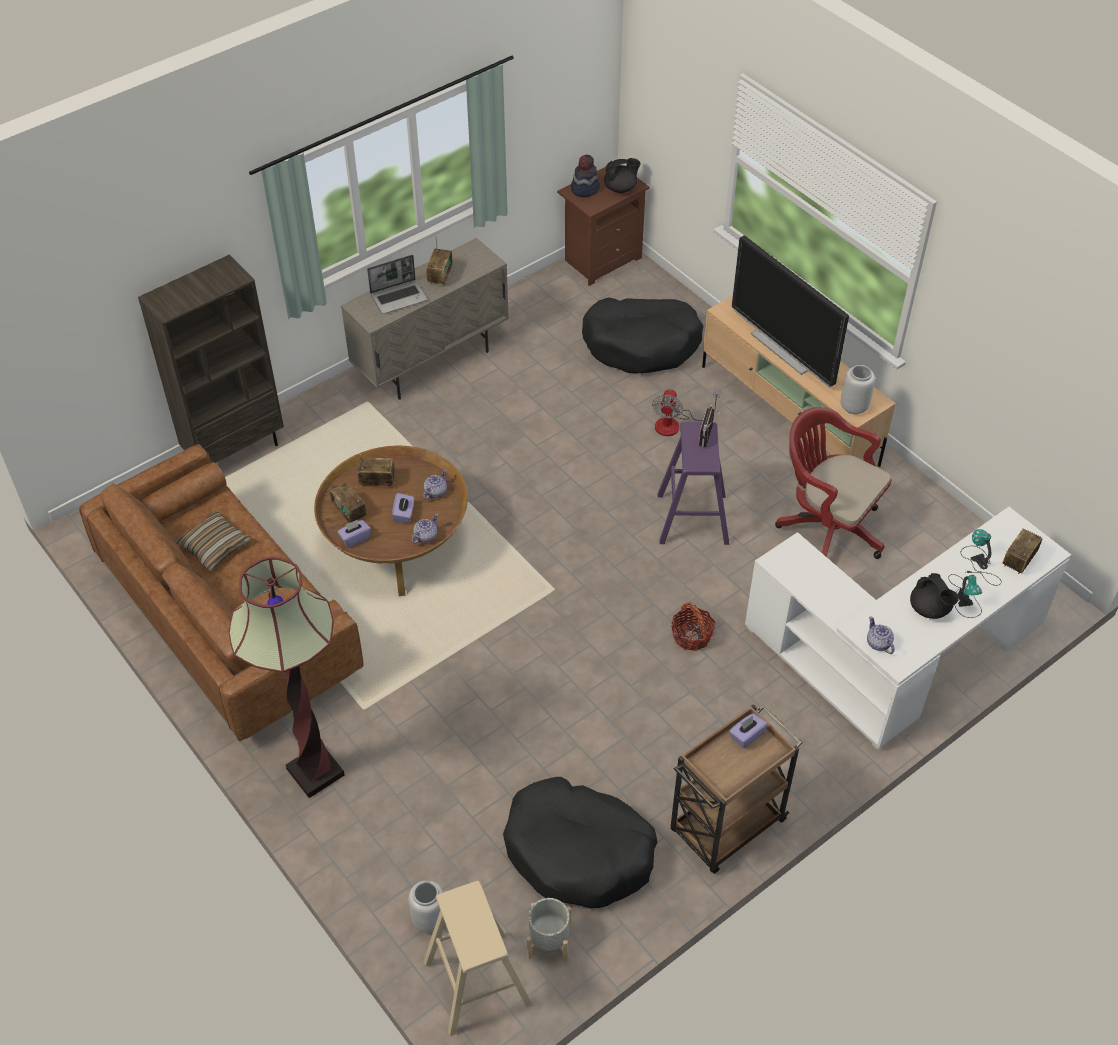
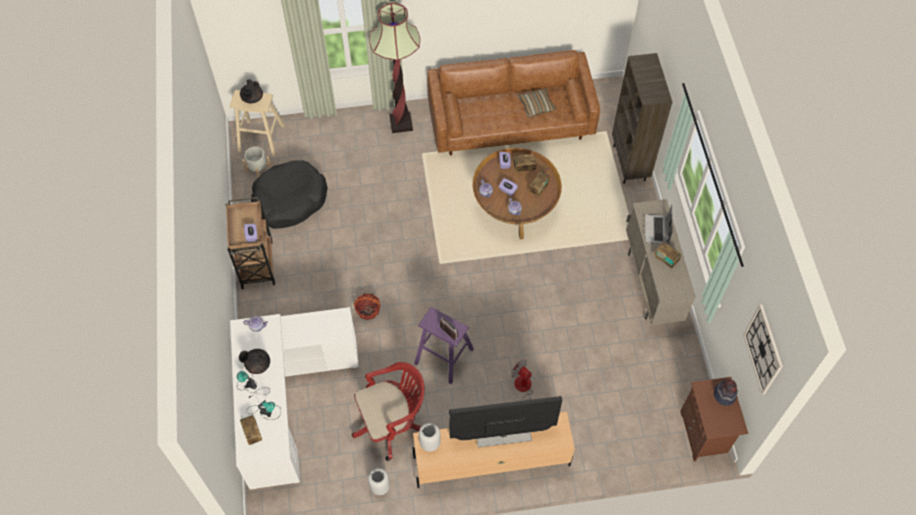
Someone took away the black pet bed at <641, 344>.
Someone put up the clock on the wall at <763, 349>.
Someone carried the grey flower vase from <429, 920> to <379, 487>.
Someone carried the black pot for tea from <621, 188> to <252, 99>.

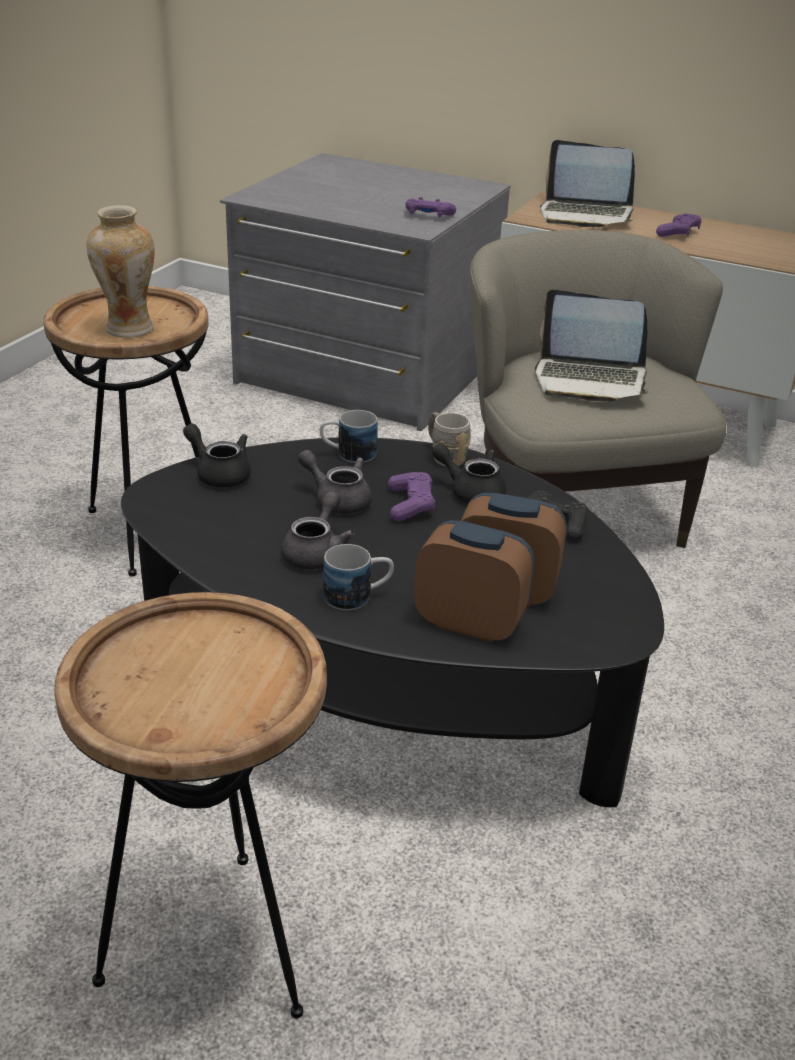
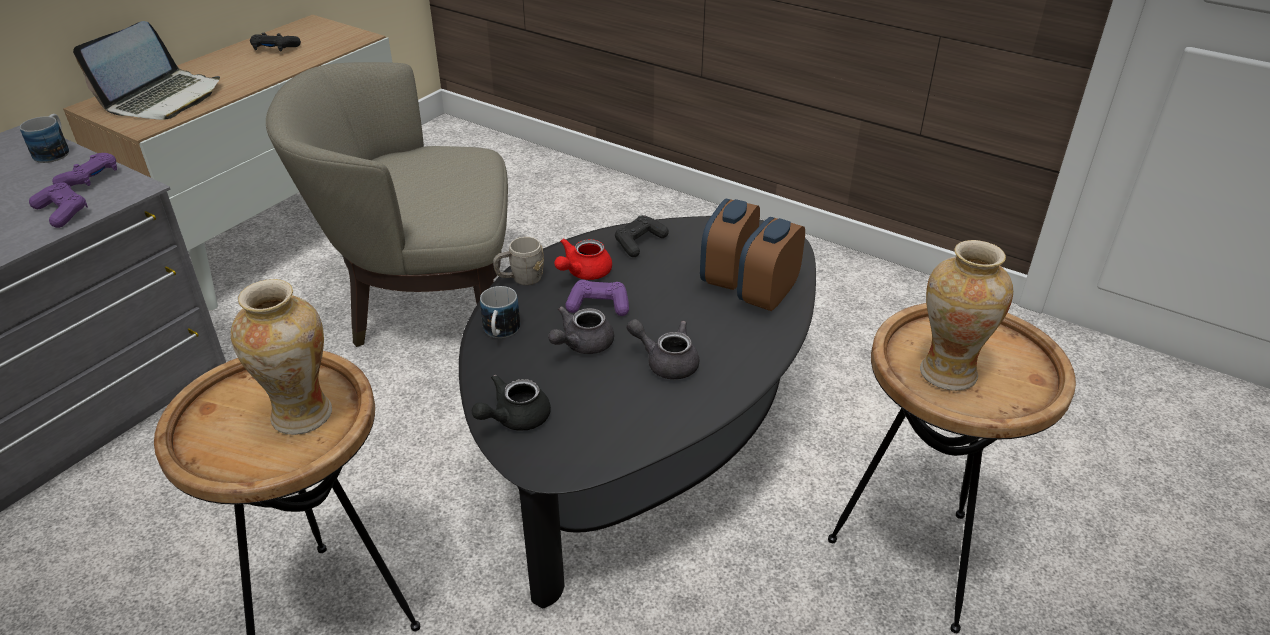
Someone took away the notebook computer at <590, 380>.
Someone put down the black gamepad at <275, 49>.
Someone put down the flower vase at <947, 372>.
Someone carried the tea mug from <358, 596> to <55, 151>.
Someone carried the purple gamepad from <678, 233> to <62, 212>.
Someone repainted the black pot for tea at <471, 491>, which became the red pot for tea at <583, 273>.

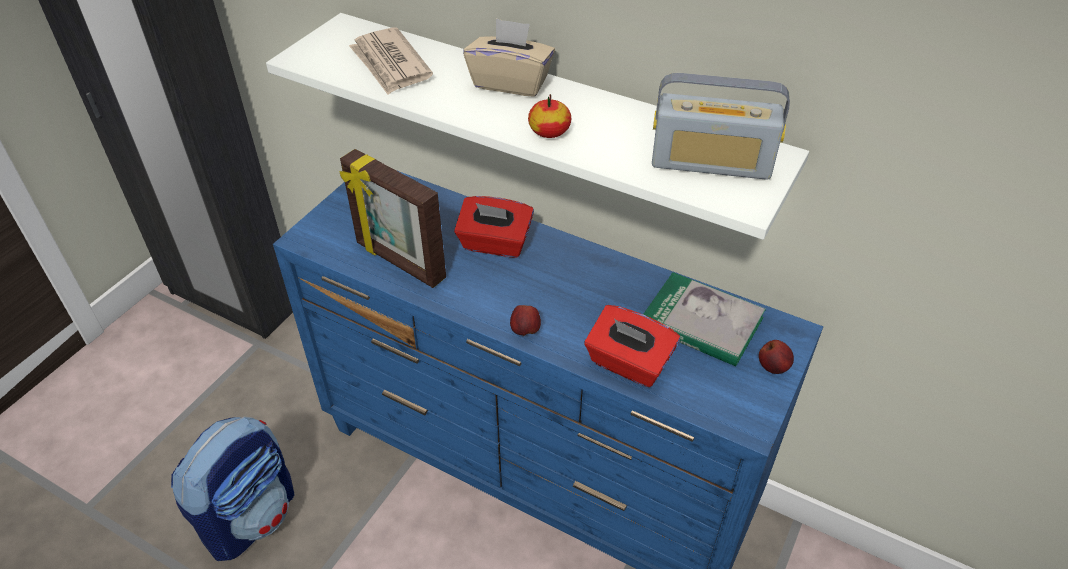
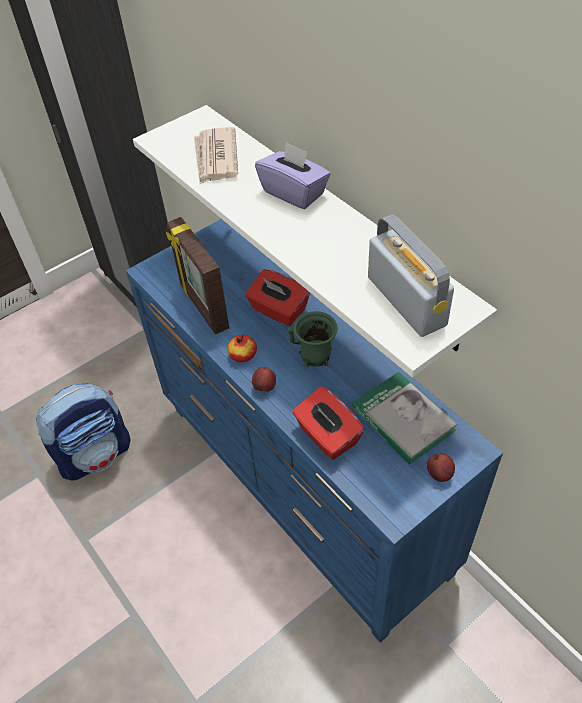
Someone put down the green-coloured tea mug at <315, 356>.
Someone carried the whole apple from <549, 132> to <243, 355>.
Someone repainted the beige tissue box at <511, 82>, which became the purple tissue box at <294, 192>.
Someone rotated the radio at <711, 163> by 150 degrees counterclockwise.

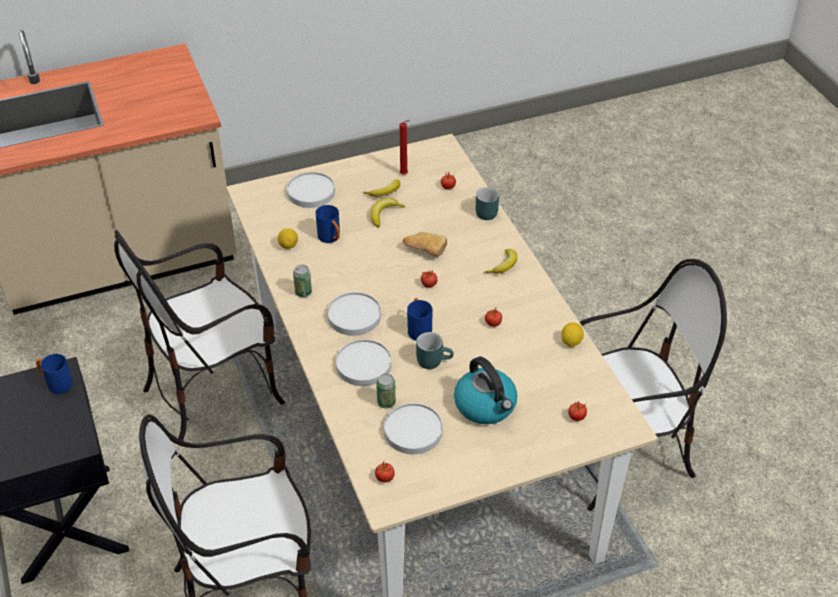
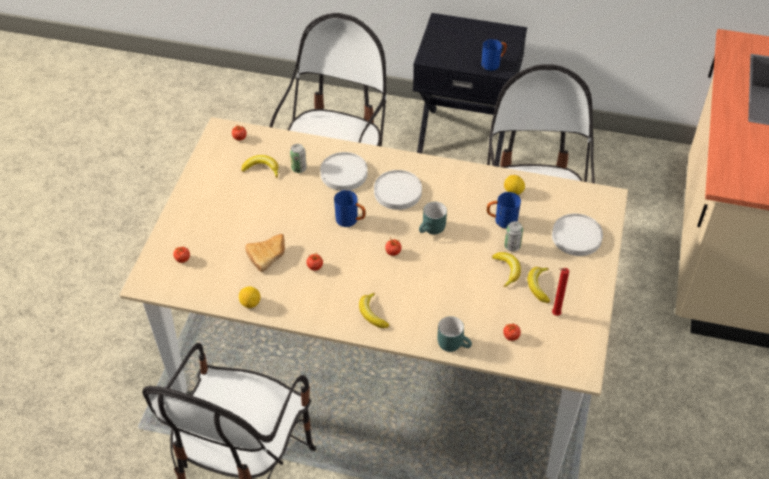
Someone took away the water kettle at <486, 406>.
Someone carried the sealed can from <303, 292> to <512, 246>.
Someone carried the bread from <424, 249> to <269, 255>.
Someone carried the turquoise-coloured tea mug from <433, 360> to <432, 230>.
Someone swapped the white-coloured plate at <412, 431> for the whole banana at <262, 169>.

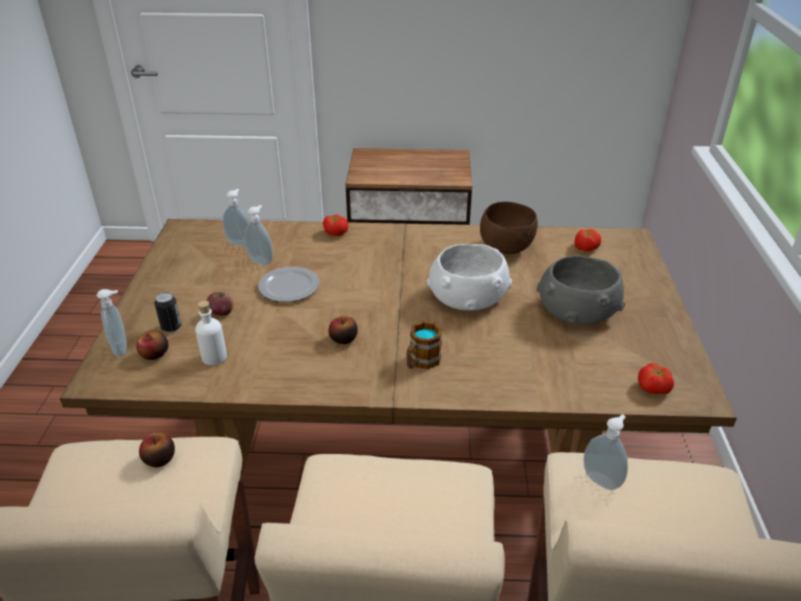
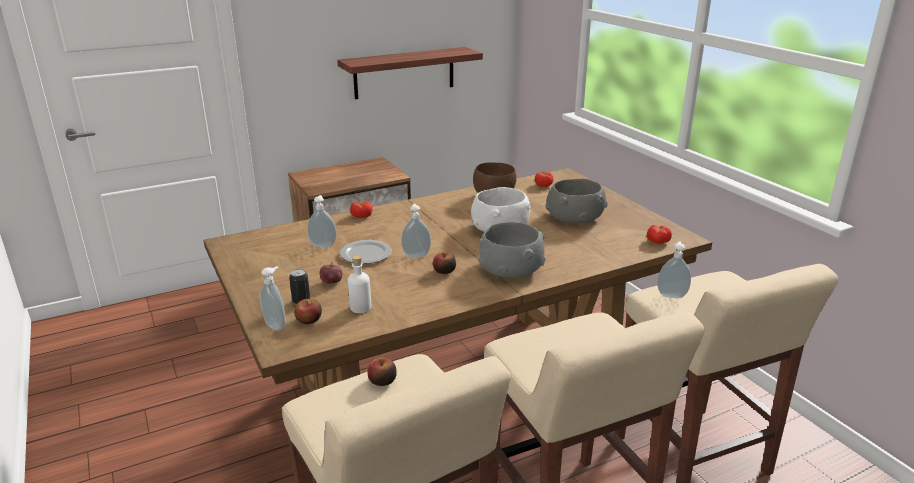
Someone put up the bracket shelf at <404, 73>.
Someone carried the soap dispenser from <240, 243> to <416, 255>.
Someone swapped the tea mug at <421, 362> for the grey bowl at <511, 268>.

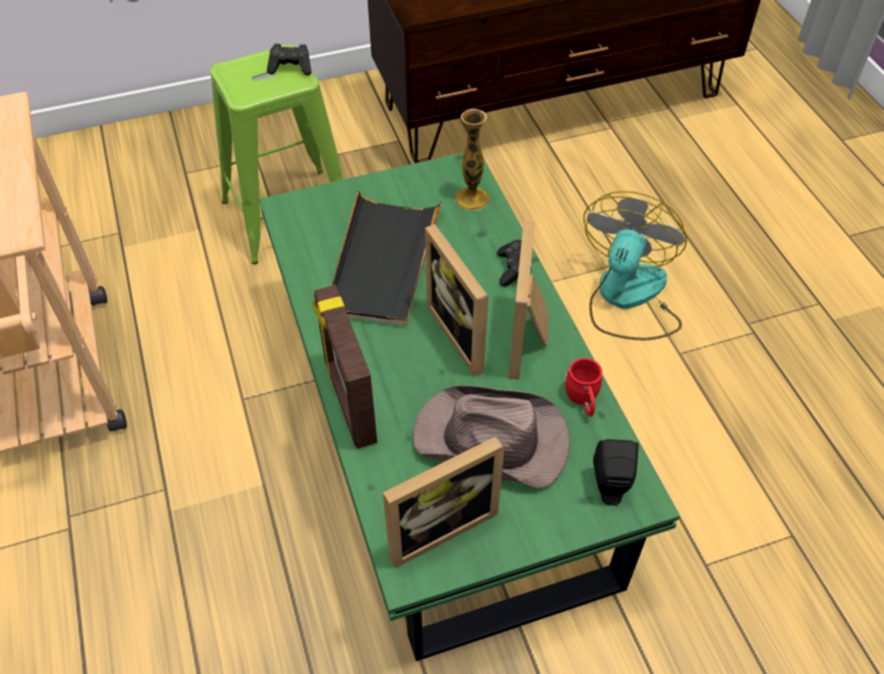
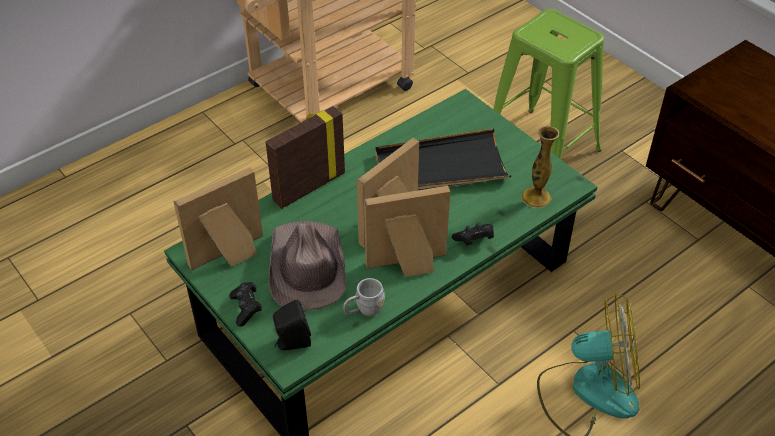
Someone carried the black gamepad from <291, 68> to <246, 308>.
Someone repainted the red tea mug at <583, 400>, which became the grey tea mug at <364, 310>.
Someone rotated the standing frame at <437, 524> by 105 degrees clockwise.

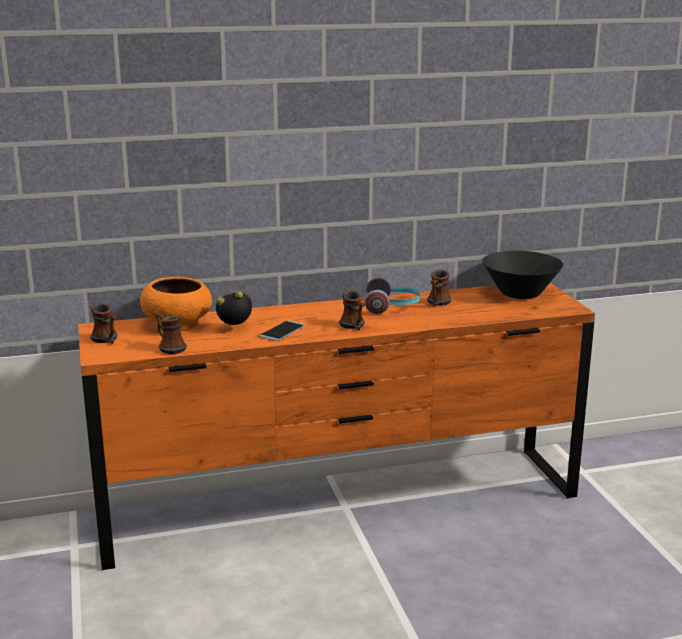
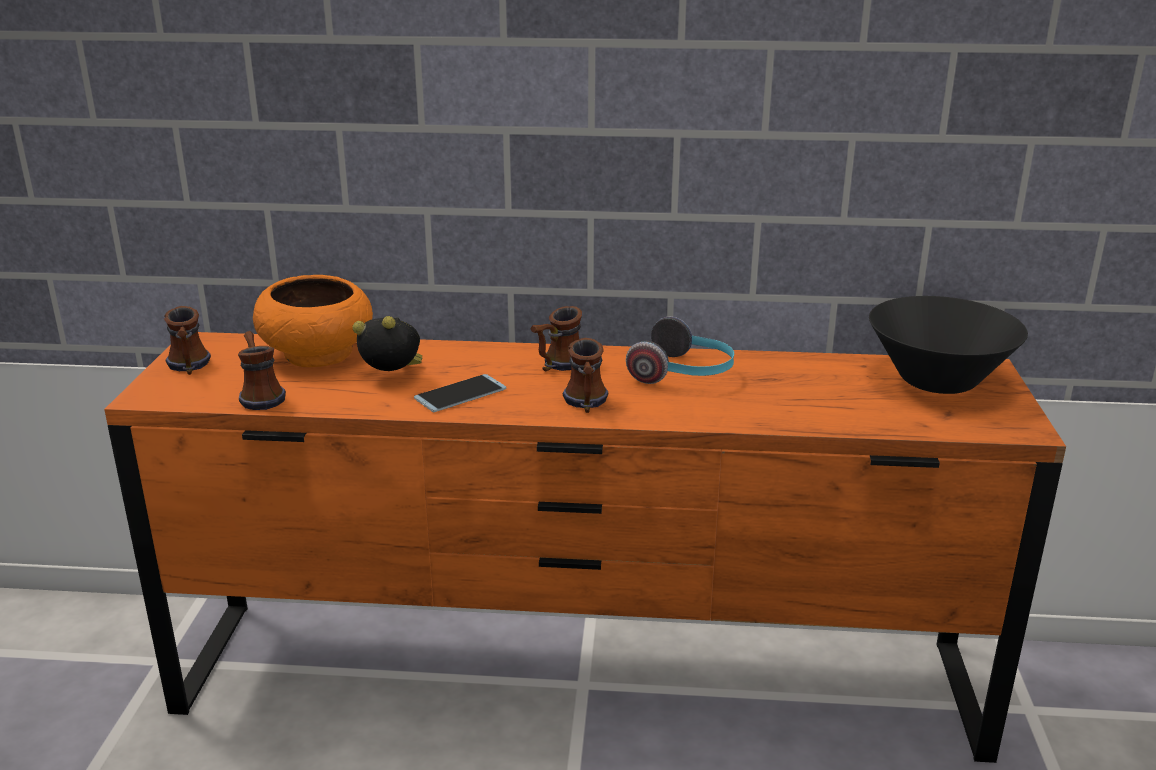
Someone carried the tea mug from <437, 304> to <557, 366>.

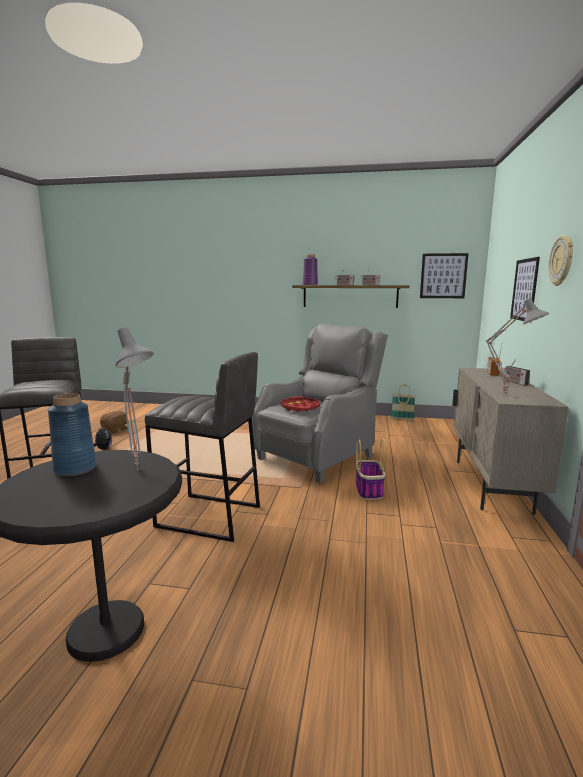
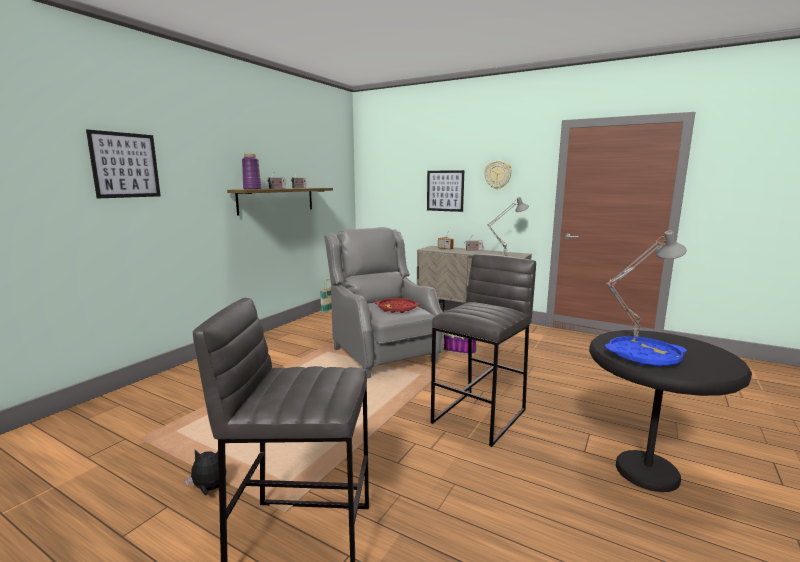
Someone took away the brown-coloured cuddly toy at <115, 430>.
Someone carried the picture from <443, 276> to <125, 165>.
Someone swapped the blue flower vase at <75, 468> for the blue serving tray at <643, 357>.

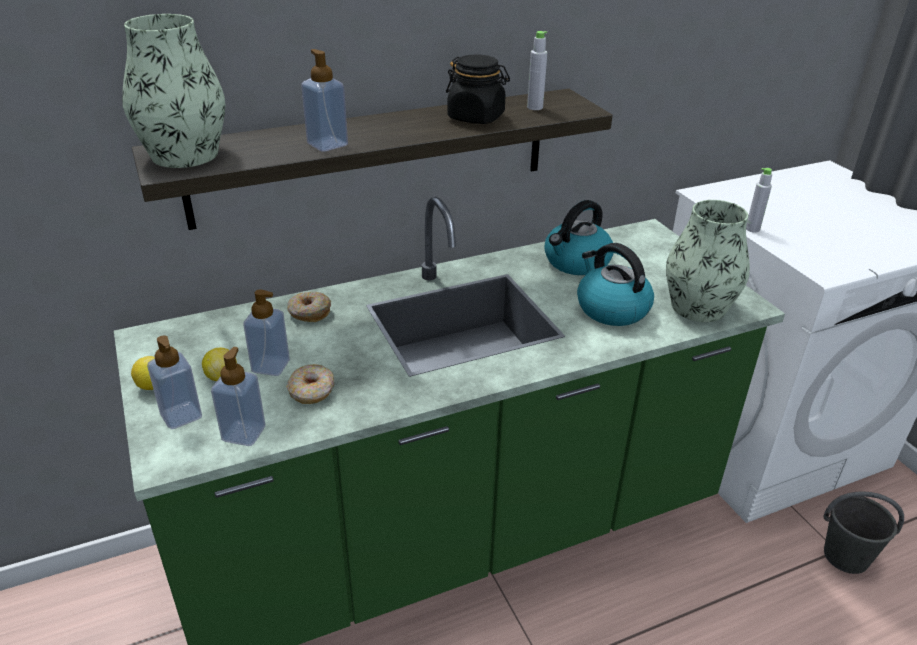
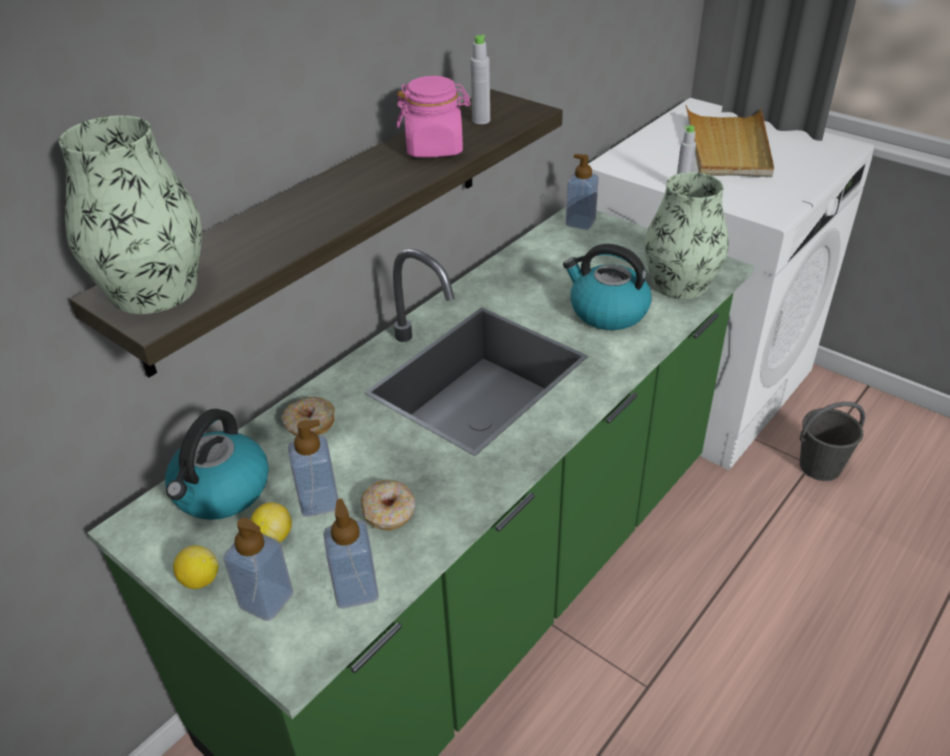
Someone put down the beige serving tray at <727, 146>.
Someone carried the soap dispenser from <327, 144> to <580, 223>.
Someone carried the water kettle from <576, 262> to <221, 492>.
Someone repainted the black jar at <476, 117>, which became the pinkish jar at <435, 148>.

